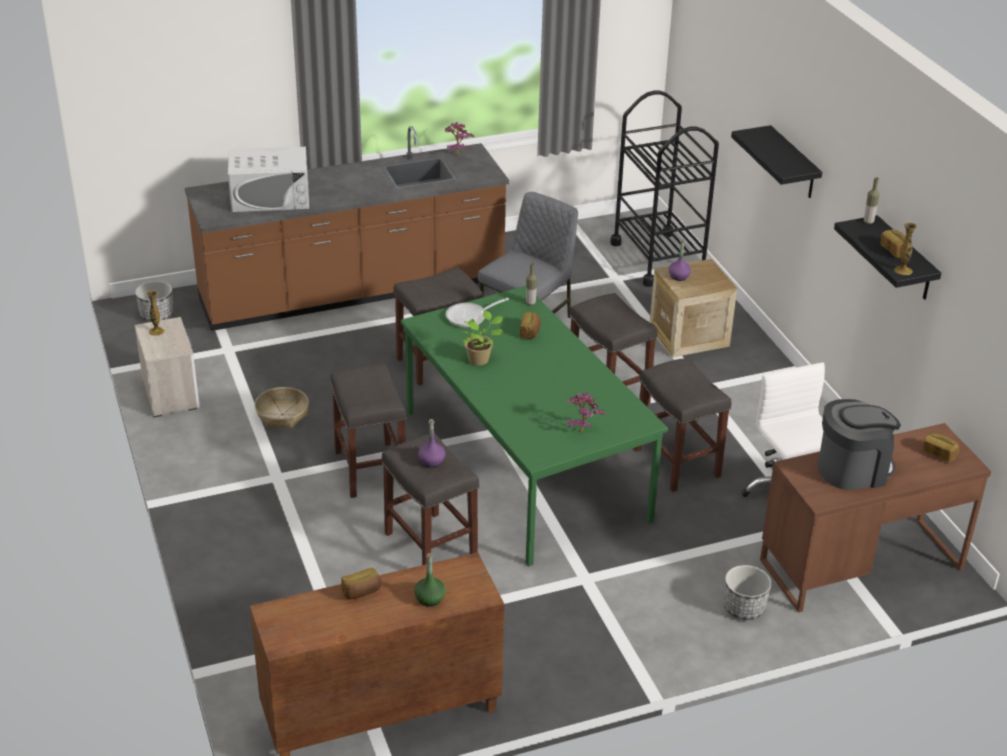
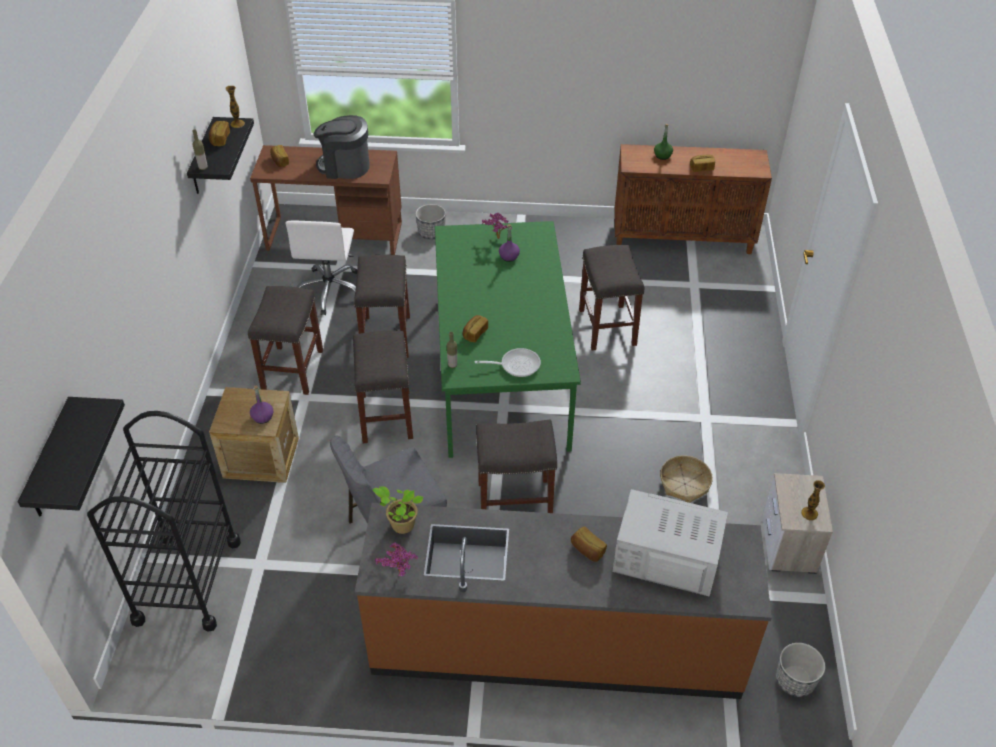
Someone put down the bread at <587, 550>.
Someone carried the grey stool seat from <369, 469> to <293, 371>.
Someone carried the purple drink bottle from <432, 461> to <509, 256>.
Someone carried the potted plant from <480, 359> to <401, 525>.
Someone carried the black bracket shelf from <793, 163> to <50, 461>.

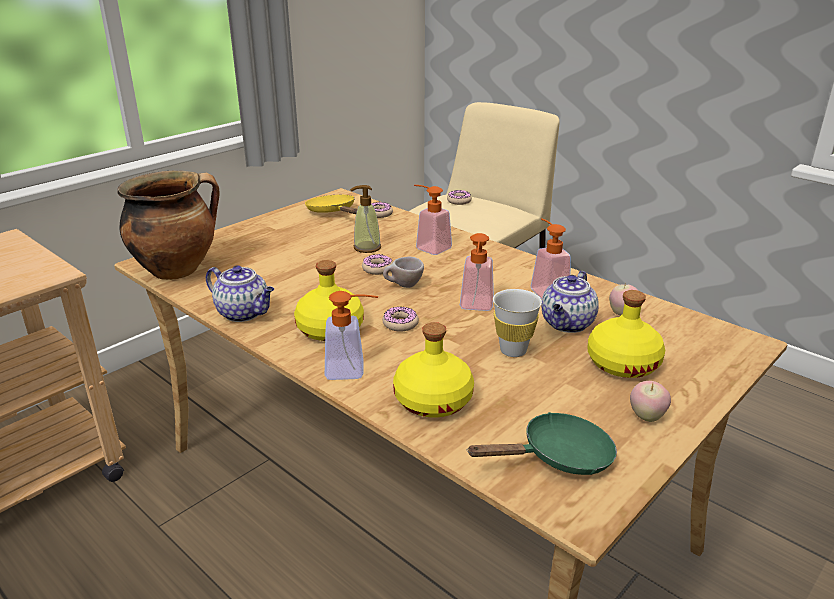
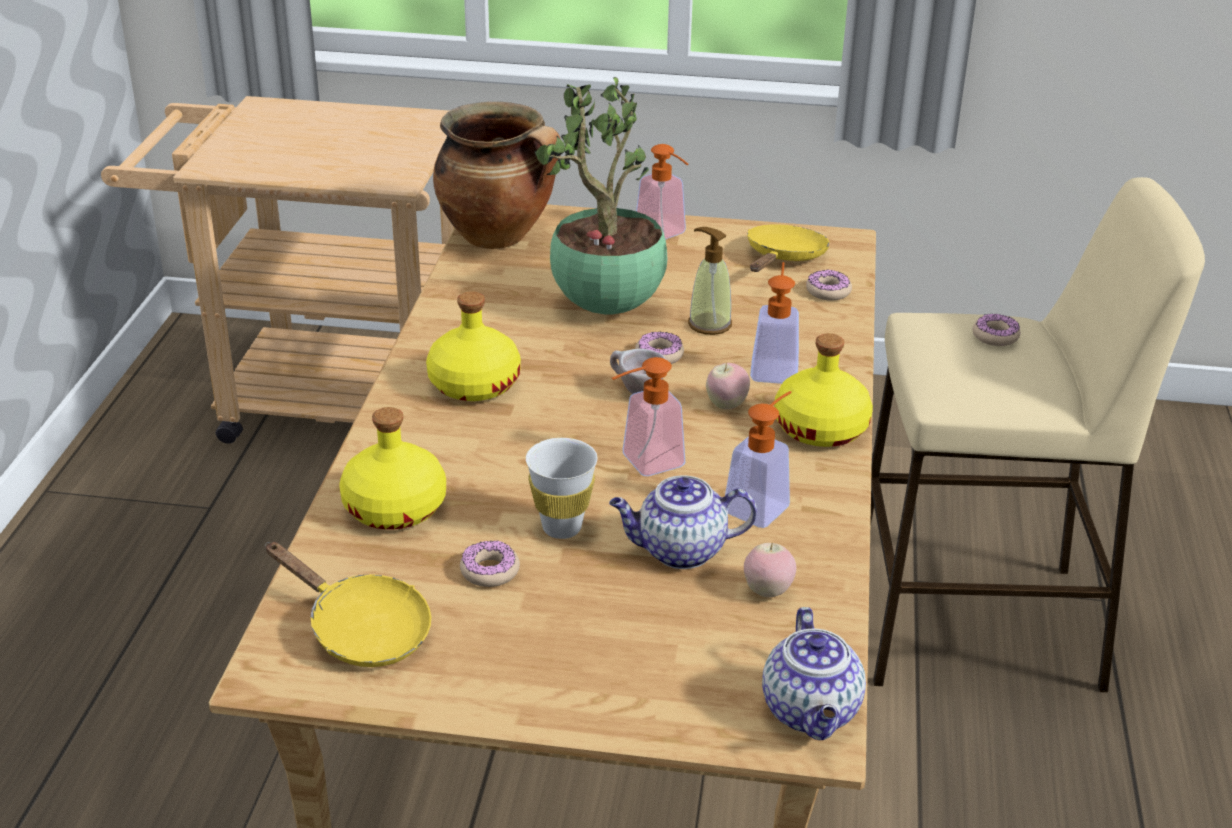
Someone put down the potted plant at <605, 308>.
Someone carried the pot for tea from <244, 313> to <812, 713>.
Someone carried the soap dispenser from <353, 370> to <665, 235>.
Someone carried the doughnut from <400, 324> to <489, 571>.
Someone carried the yellowish drink bottle from <622, 363> to <821, 428>.
Someone carried the whole apple from <646, 417> to <726, 405>.
Someone repainted the green-coloured pan at <558, 457>, which became the yellowish pan at <361, 630>.

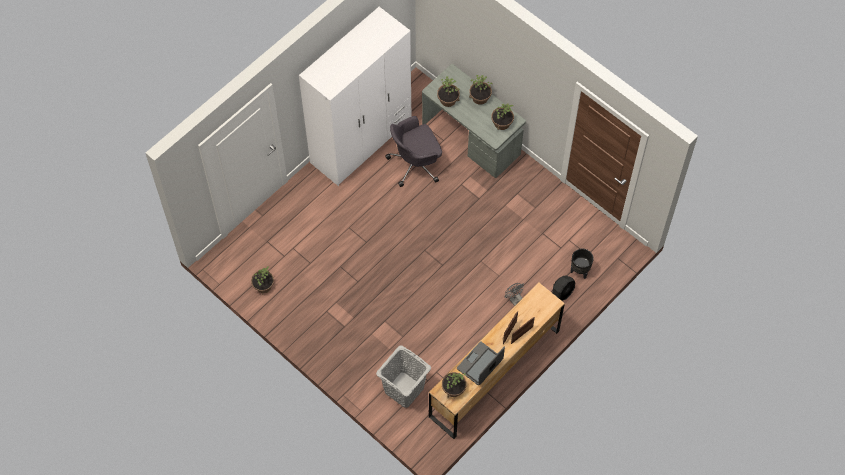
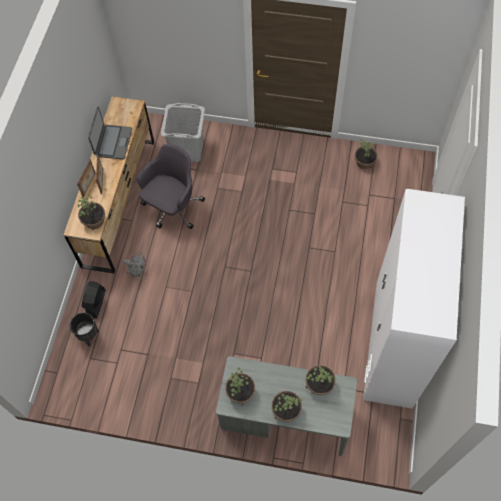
Someone carried the grey computer chair from <415, 164> to <172, 208>.
Someone carried the potted plant from <453, 388> to <94, 221>.

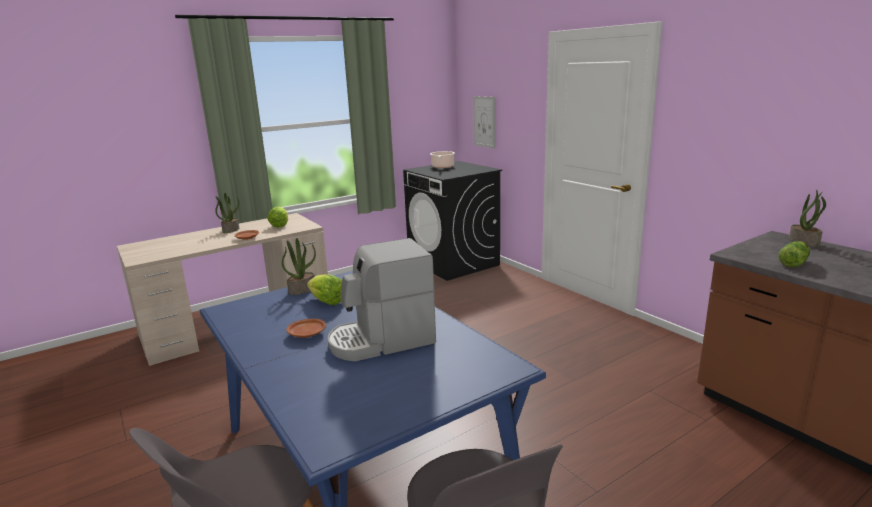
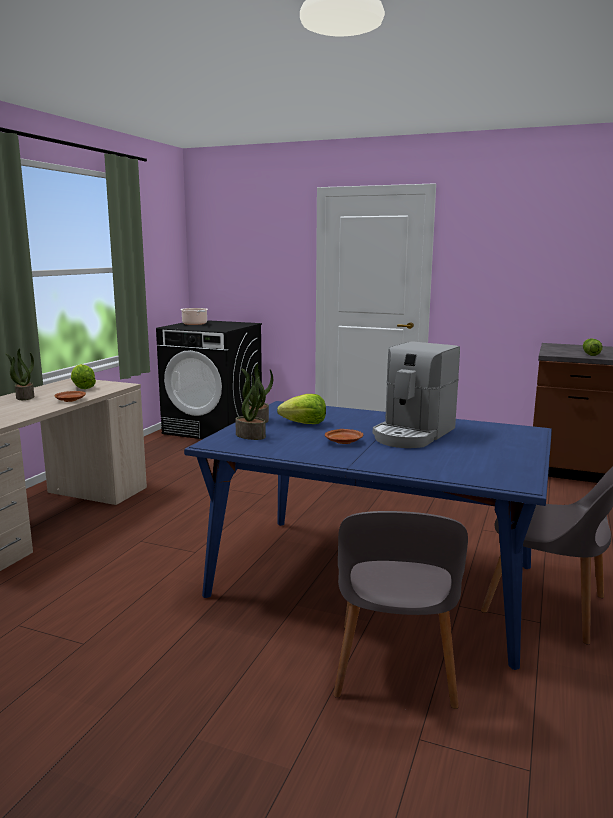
Someone took away the picture at <484, 122>.
Someone carried the potted plant from <804, 242> to <251, 436>.

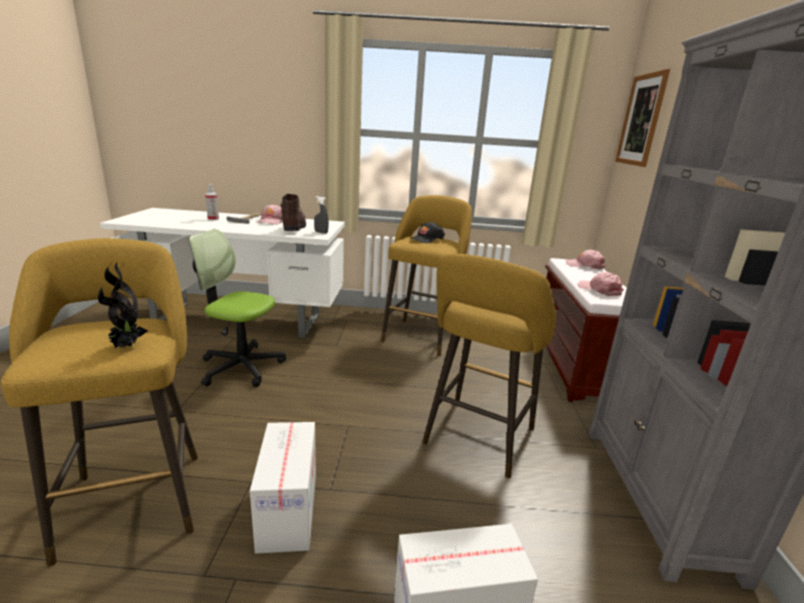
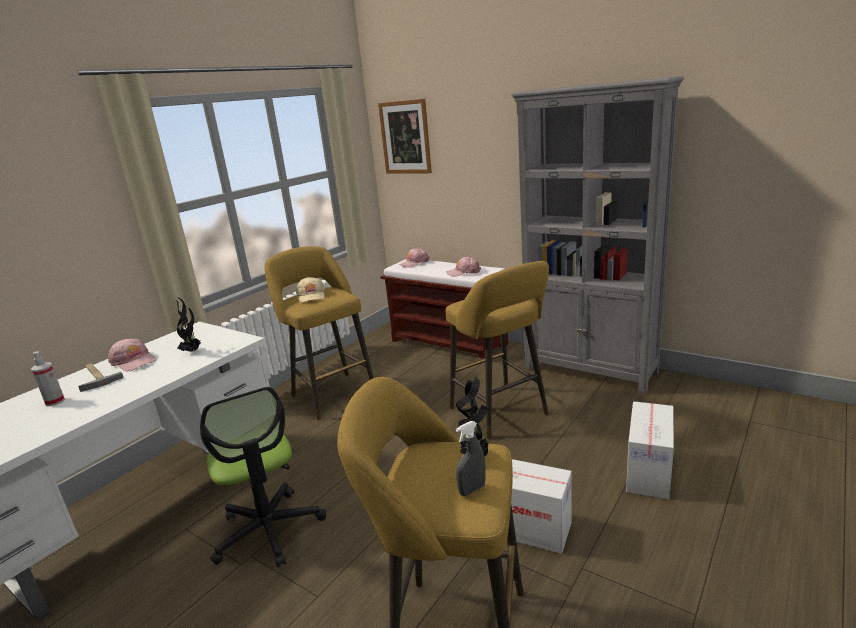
Someone carried the grey hand sprayer from <321, 232> to <472, 490>.
Someone swapped the brown-coloured boot at <293, 229> for the potted plant at <193, 351>.
Someone repainted the black peaked cap at <426, 239>, which became the beige peaked cap at <311, 296>.
Someone rotated the computer chair at <241, 367> by 75 degrees counterclockwise.

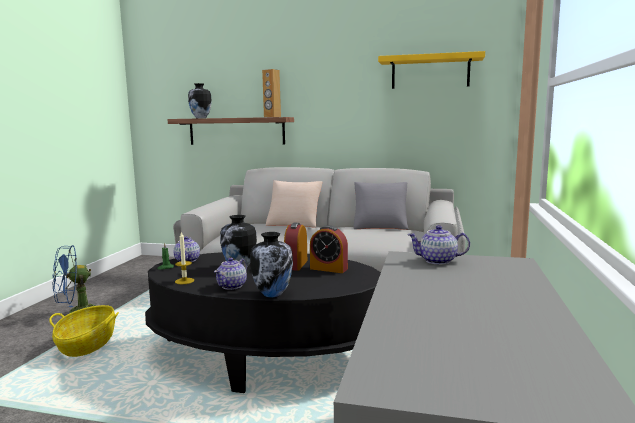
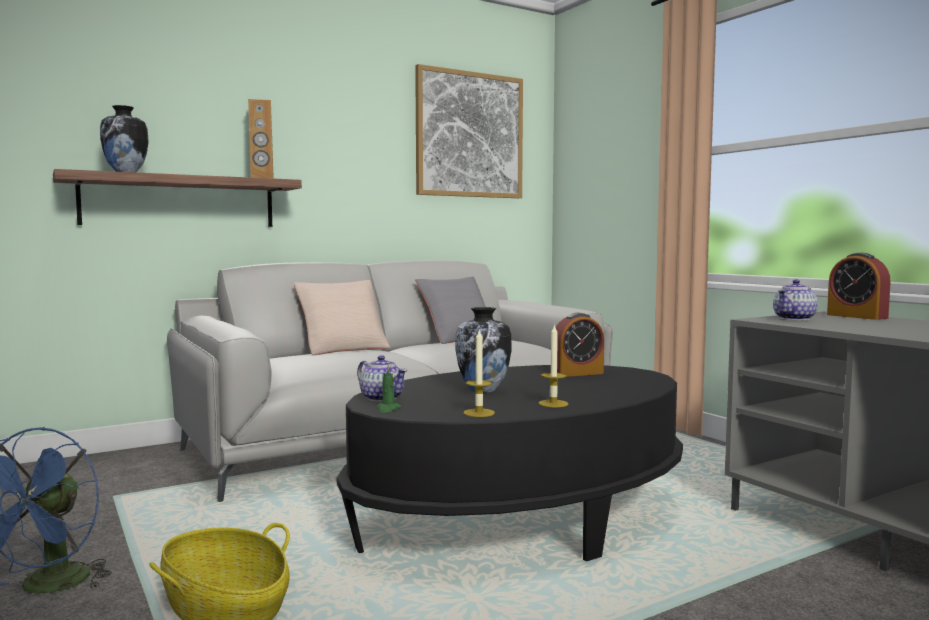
Someone took away the flower vase at <273, 294>.
Someone carried the bedside clock from <296, 265> to <857, 316>.
Someone swapped the pot for tea at <232, 286> for the wax candle at <553, 403>.
Someone swapped the yellowish bracket shelf at <430, 72> for the picture at <469, 135>.

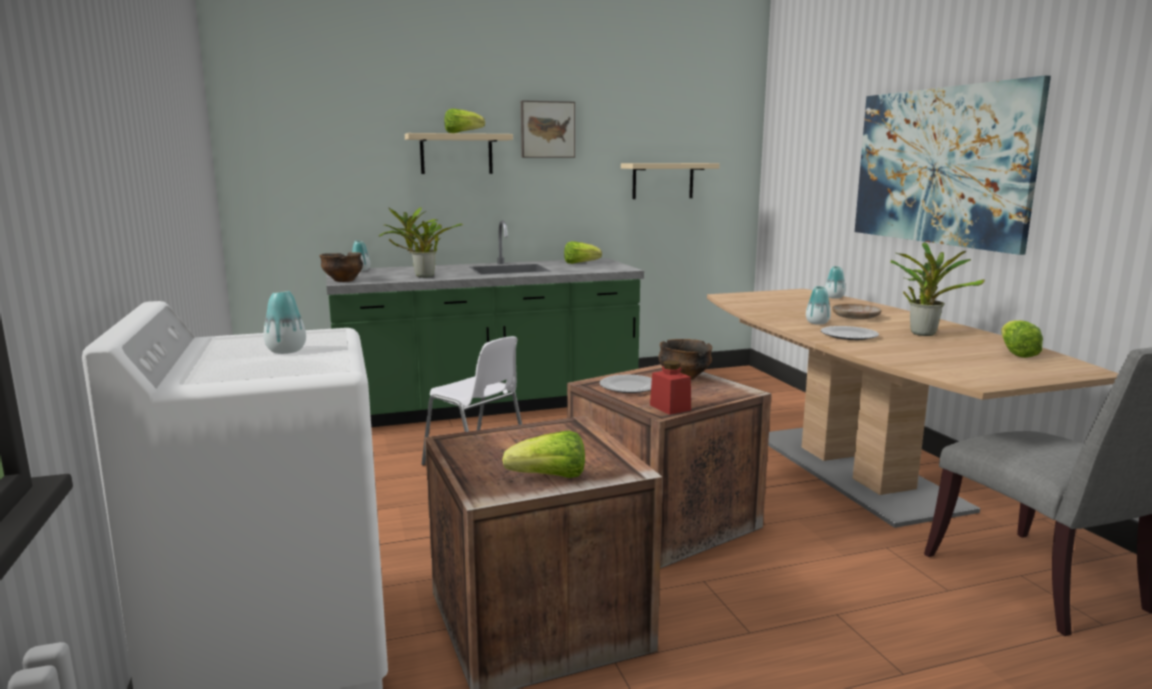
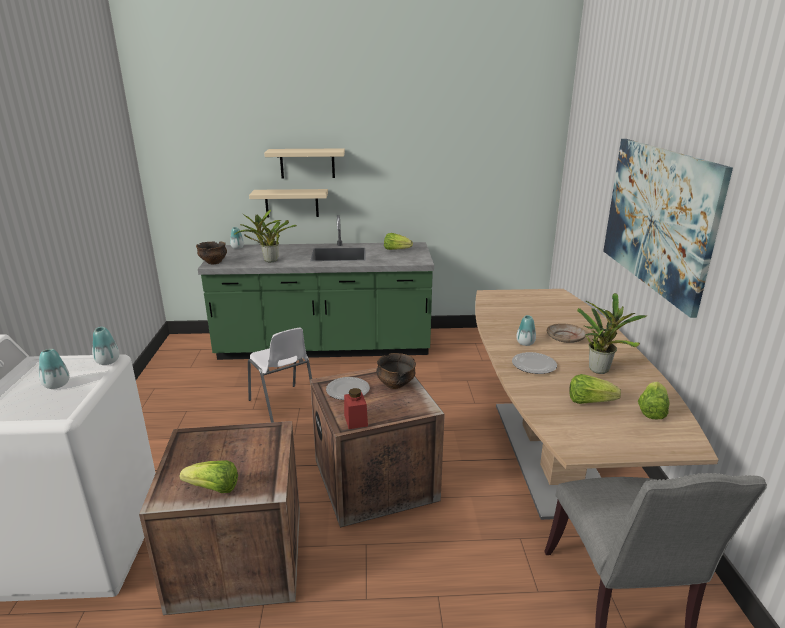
Someone took away the picture at <547, 129>.
Someone carried the lettuce head from <462, 133> to <589, 401>.
Someone carried the beige bracket shelf from <663, 181> to <291, 203>.
Someone carried the flower vase from <834, 297> to <108, 361>.

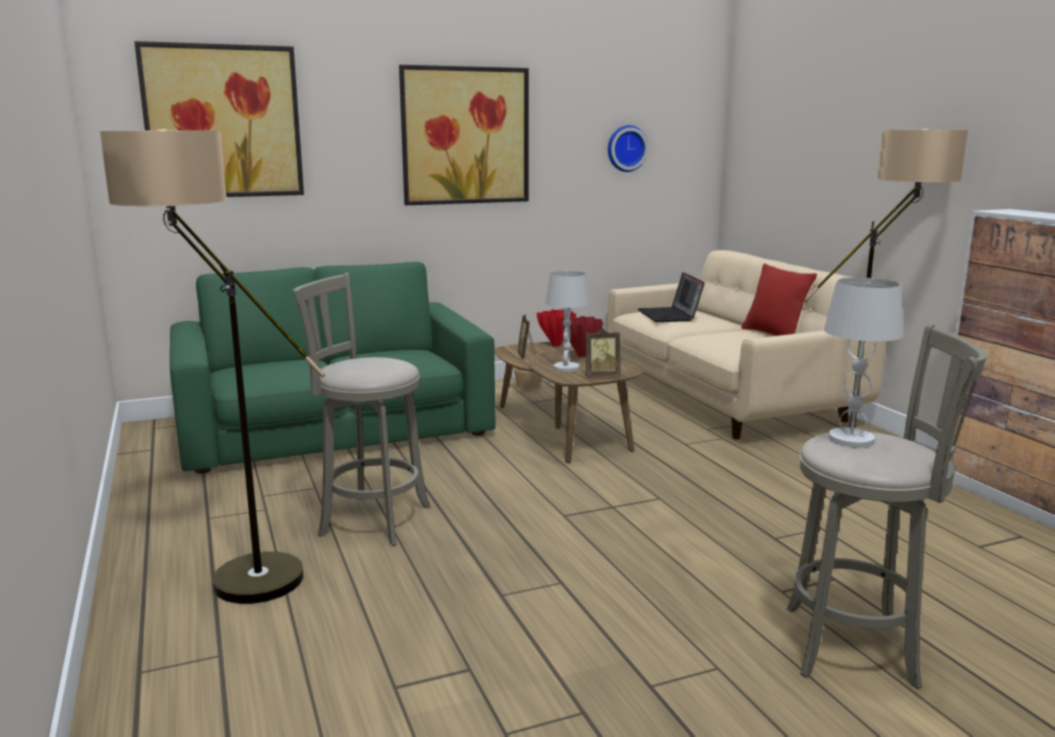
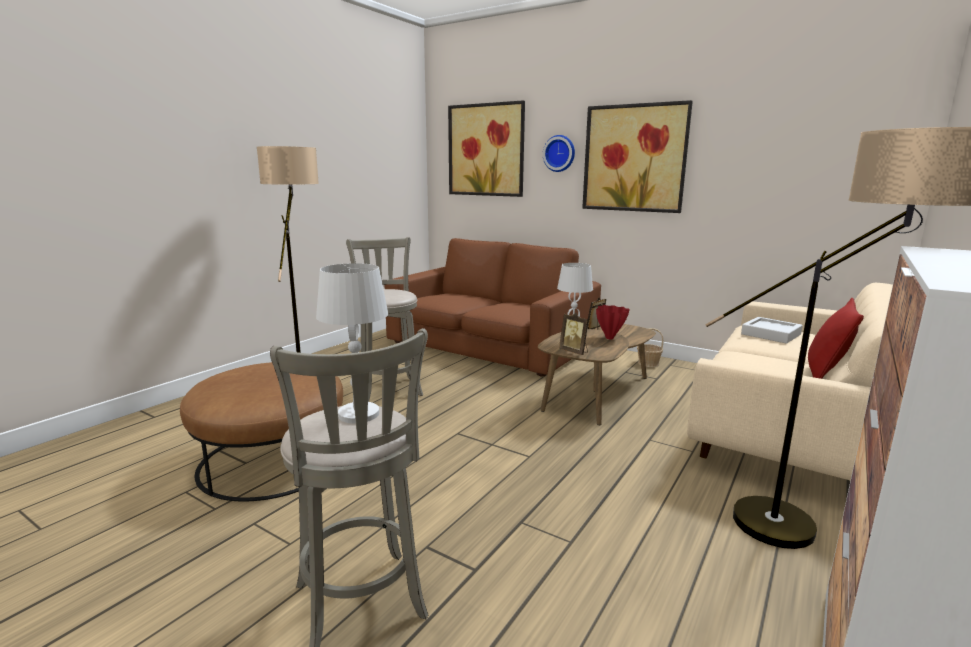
Someone took away the red flower vase at <557, 345>.
Someone put down the brown-coloured ottoman at <272, 460>.
Someone carried the clock on the wall from <626, 148> to <559, 153>.
Someone swapped the notebook computer at <670, 316> for the grey serving tray at <770, 334>.
Someone repainted the green-coloured settee at <334, 428>, which became the brown-coloured settee at <490, 345>.

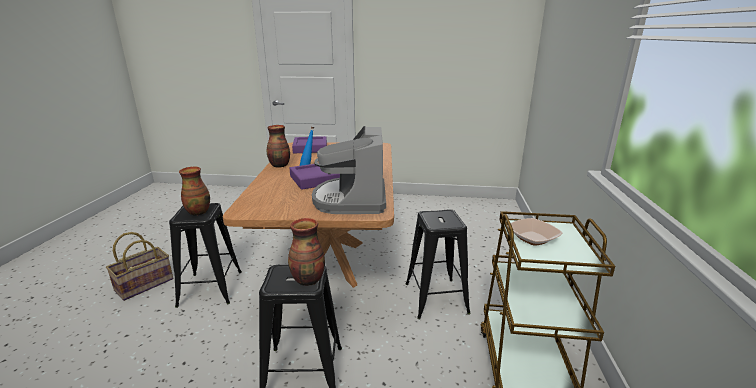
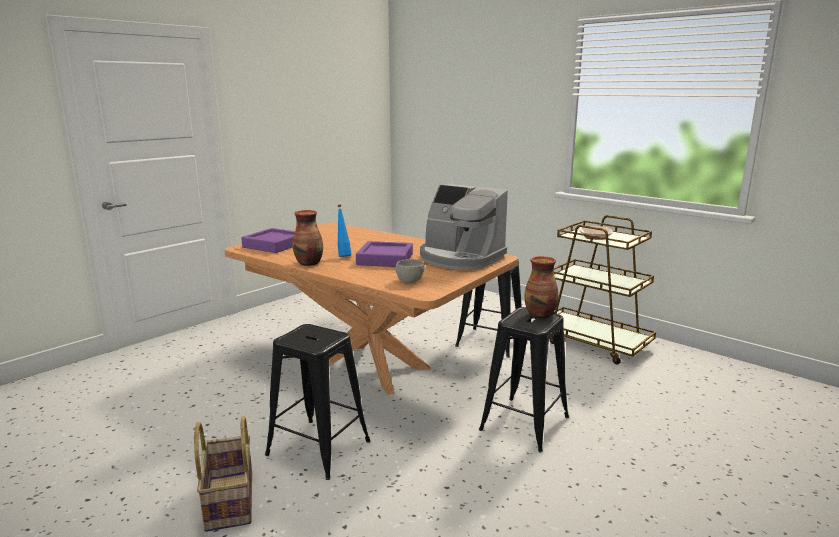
Someone took away the flower vase at <198, 212>.
Someone put down the grey bowl at <410, 280>.

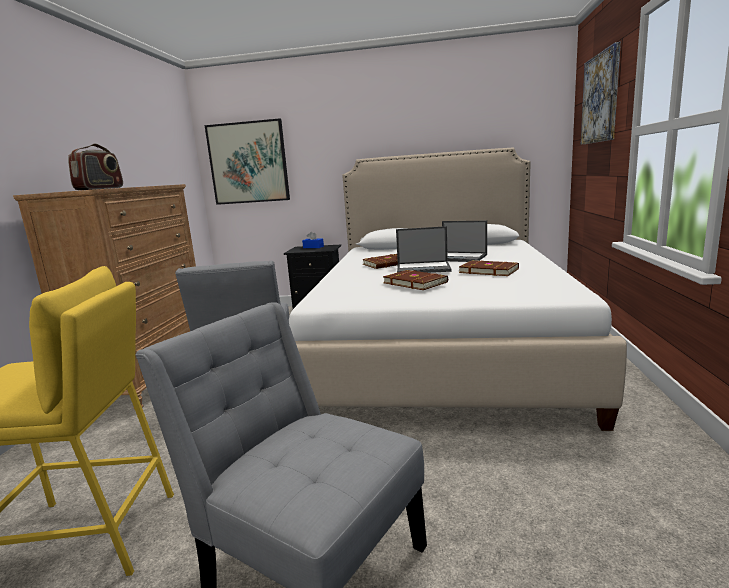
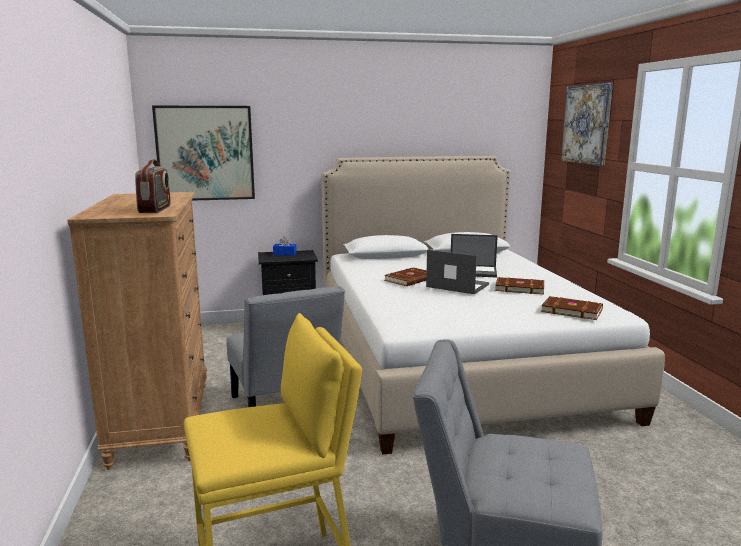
Someone carried the brown-coloured book from <415, 282> to <571, 310>.
Someone rotated the notebook computer at <424, 268> by 135 degrees counterclockwise.

